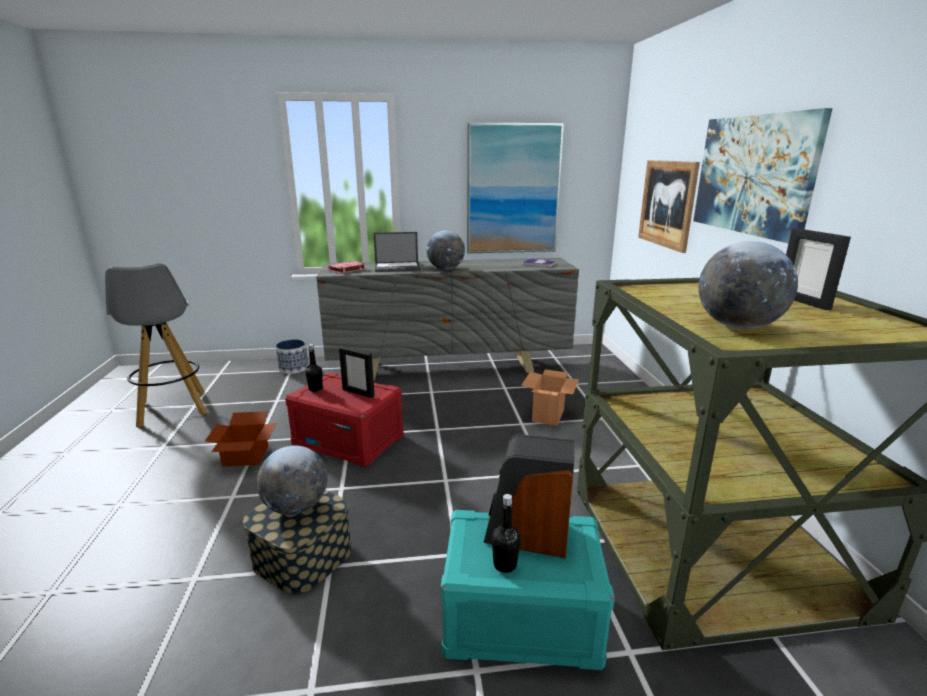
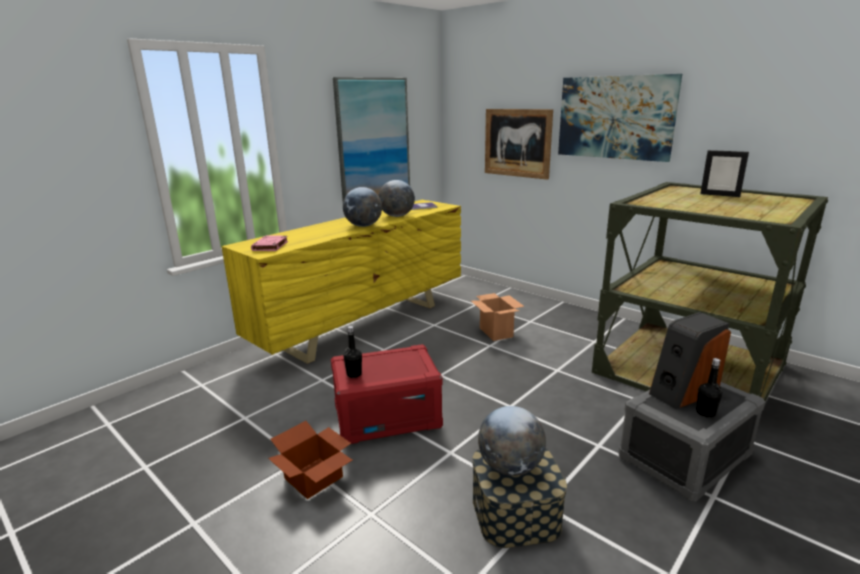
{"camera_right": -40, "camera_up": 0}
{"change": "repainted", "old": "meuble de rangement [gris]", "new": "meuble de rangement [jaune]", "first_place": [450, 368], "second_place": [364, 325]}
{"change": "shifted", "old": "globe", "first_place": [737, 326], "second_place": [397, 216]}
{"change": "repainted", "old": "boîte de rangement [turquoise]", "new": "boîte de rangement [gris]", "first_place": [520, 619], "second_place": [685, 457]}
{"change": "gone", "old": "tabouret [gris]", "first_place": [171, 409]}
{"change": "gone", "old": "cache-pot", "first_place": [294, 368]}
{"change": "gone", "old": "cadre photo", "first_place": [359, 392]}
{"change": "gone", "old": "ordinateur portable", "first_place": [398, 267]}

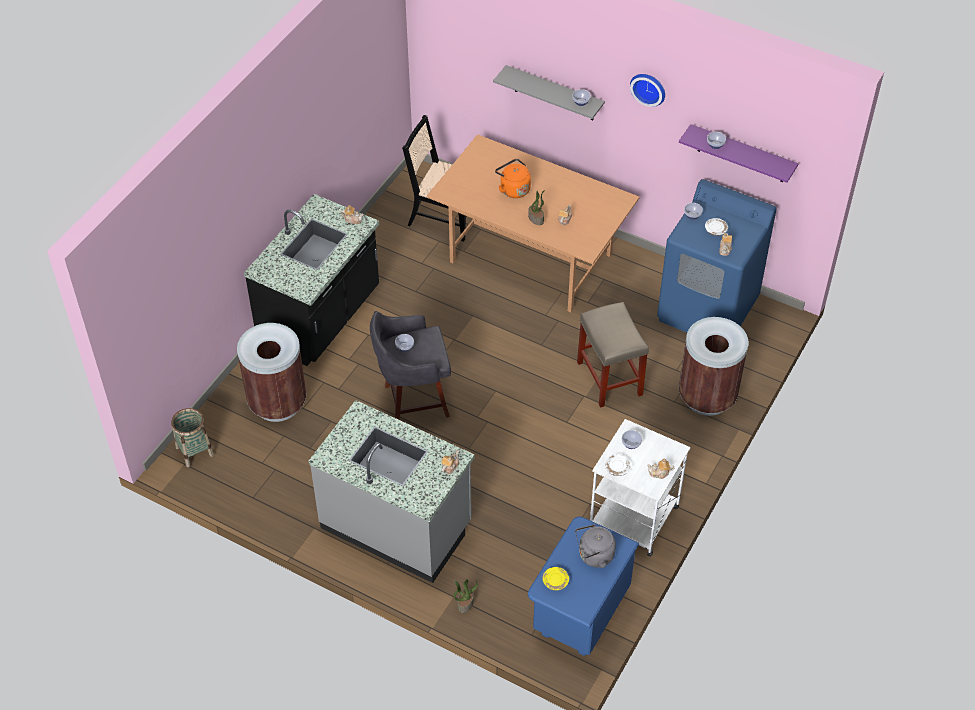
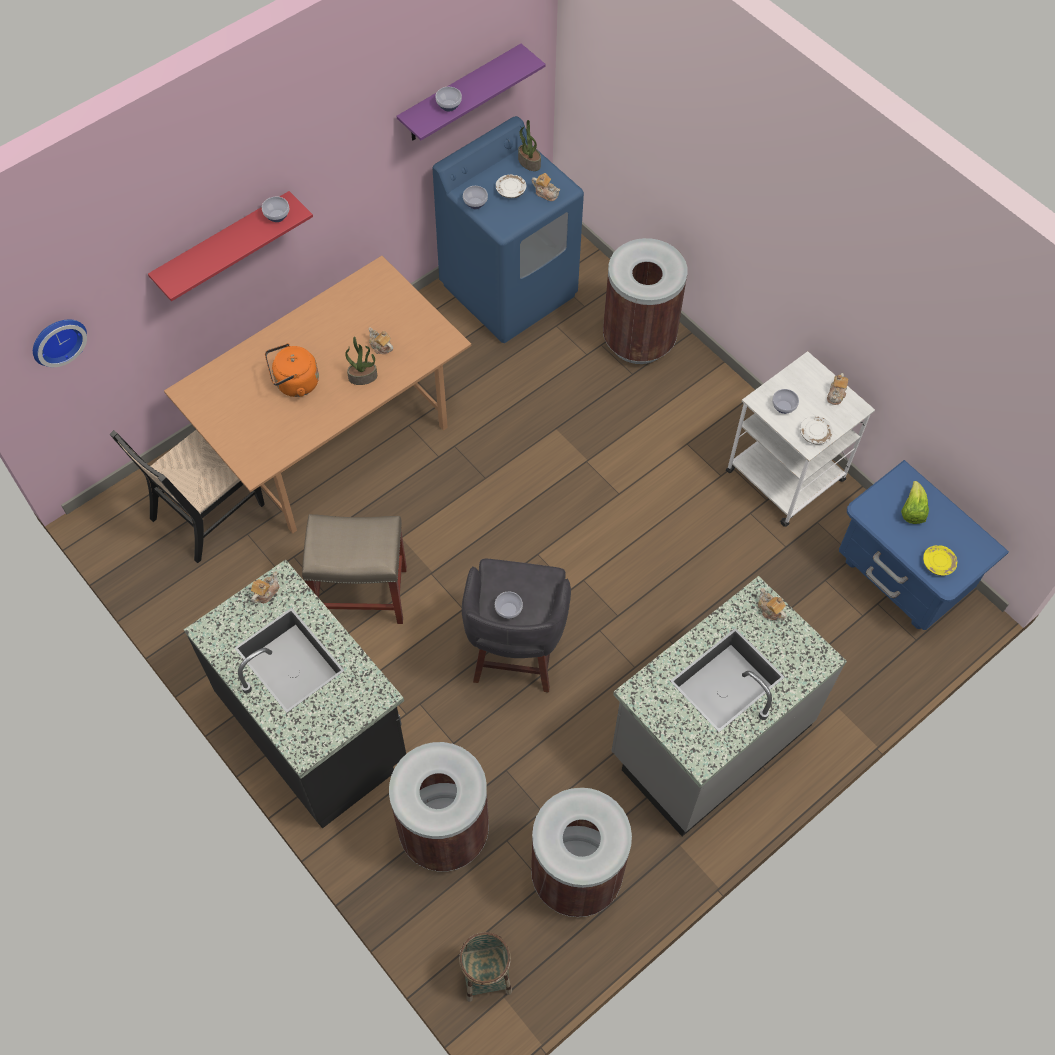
{"camera_right": -70, "camera_up": 10}
{"change": "shifted", "old": "horloge murale", "first_place": [649, 88], "second_place": [57, 339]}
{"change": "repainted", "old": "étagère [gris]", "new": "étagère [rouge]", "first_place": [554, 94], "second_place": [223, 246]}
{"change": "shifted", "old": "tabouret [beige]", "first_place": [610, 379], "second_place": [363, 594]}
{"change": "shifted", "old": "plante en pot", "first_place": [465, 603], "second_place": [528, 162]}
{"change": "new", "new": "poubelle [marron]", "second_place": [577, 876]}
{"change": "swapped", "old": "bouilloire [gris]", "new": "laitue", "first_place": [594, 556], "second_place": [912, 511]}

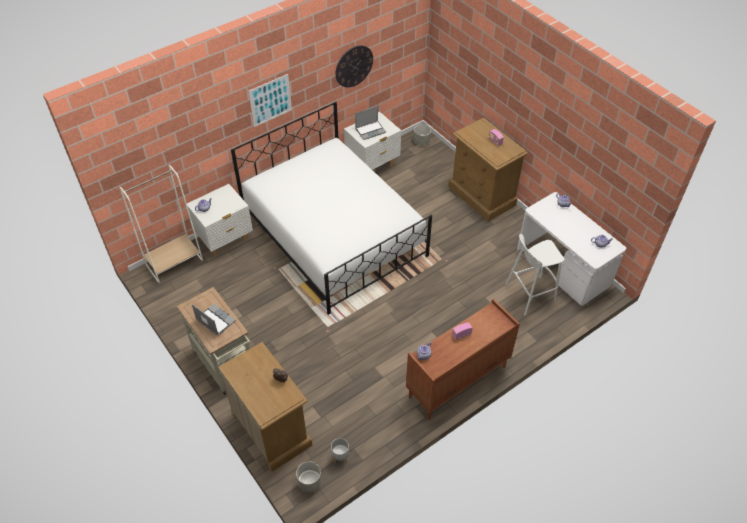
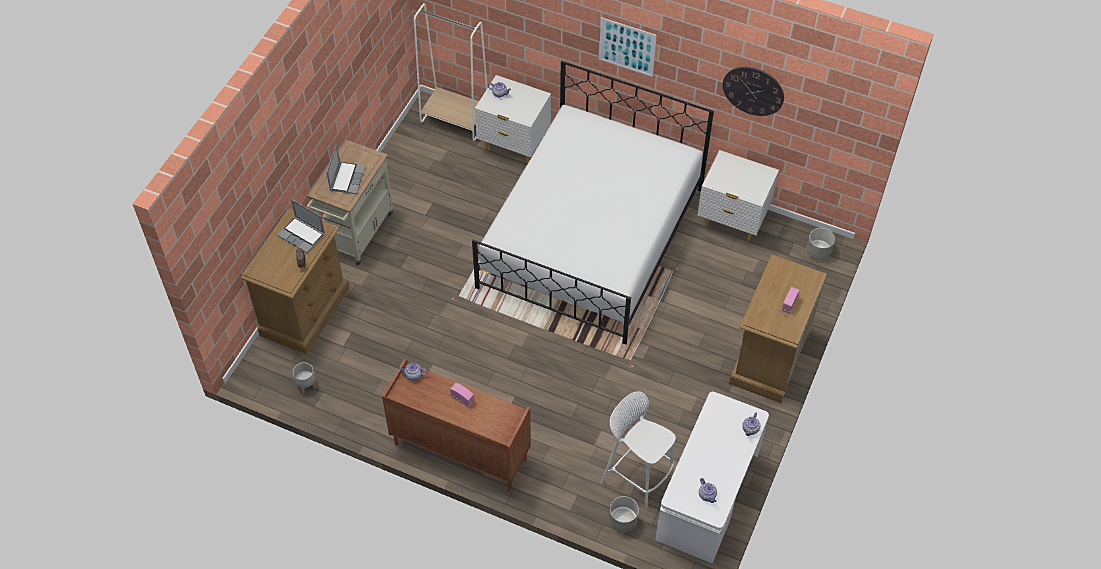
{"camera_right": 60, "camera_up": 5}
{"change": "shifted", "old": "ordinateur portable", "first_place": [370, 130], "second_place": [302, 235]}
{"change": "shifted", "old": "cache-pot [gris]", "first_place": [309, 482], "second_place": [622, 521]}

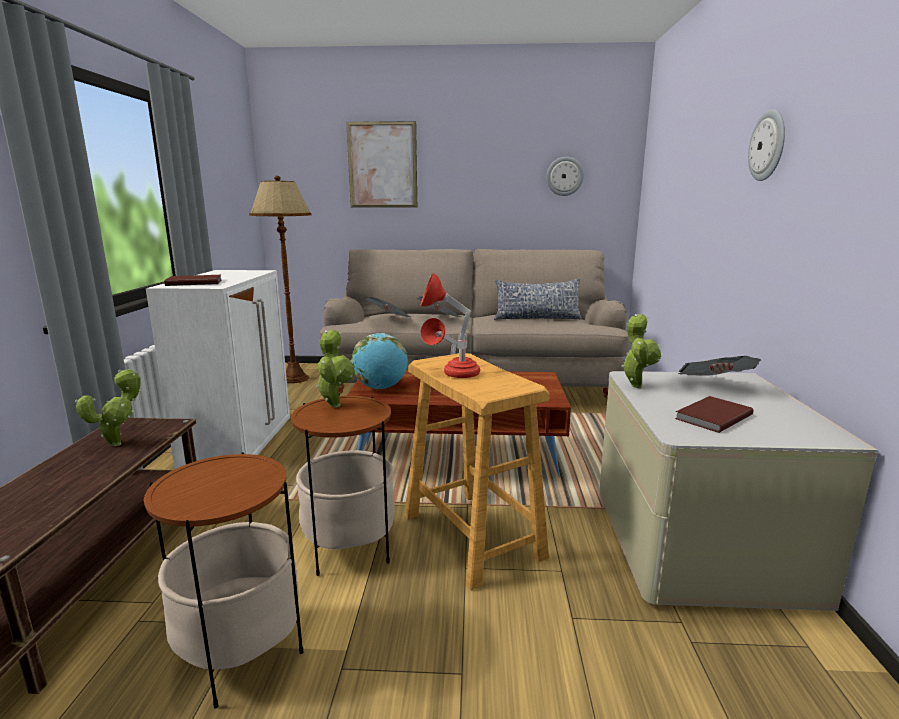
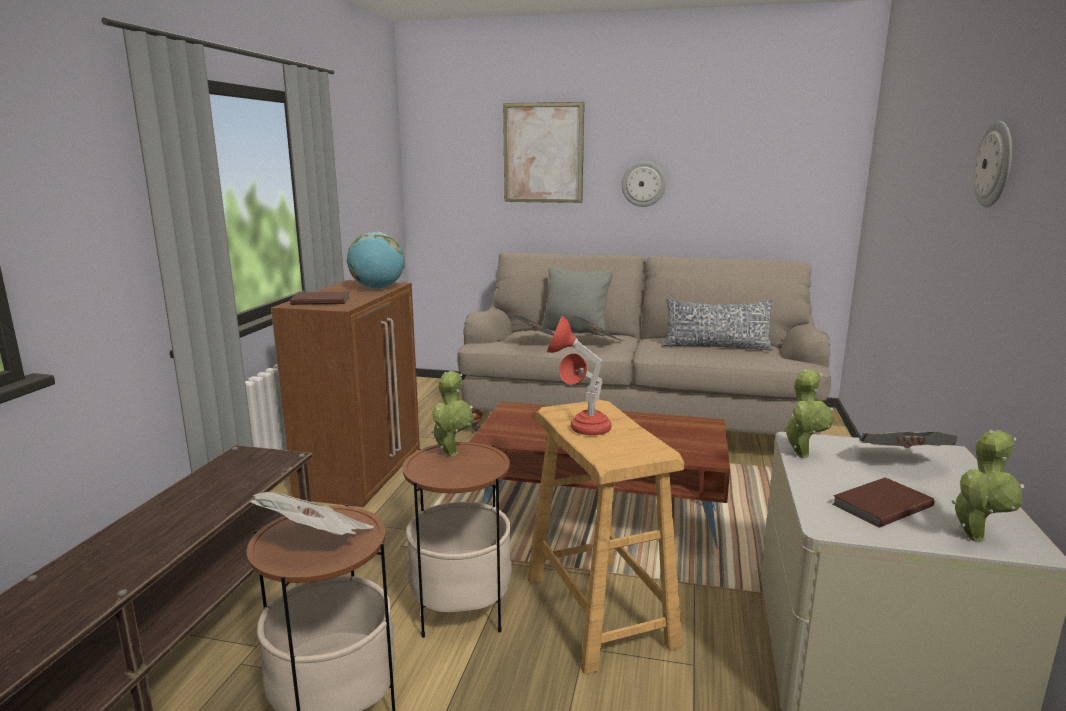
{"camera_right": 10, "camera_up": 0}
{"change": "new", "new": "journal", "second_place": [317, 540]}
{"change": "repainted", "old": "meuble de rangement [blanc]", "new": "meuble de rangement [marron]", "first_place": [238, 440], "second_place": [361, 470]}
{"change": "shifted", "old": "globe", "first_place": [381, 388], "second_place": [377, 288]}
{"change": "new", "new": "coussin [gris]", "second_place": [575, 331]}
{"change": "shifted", "old": "horloge murale", "first_place": [564, 176], "second_place": [643, 184]}
{"change": "shifted", "old": "plante en pot", "first_place": [119, 442], "second_place": [975, 536]}
{"change": "gone", "old": "lampadaire [marron]", "first_place": [295, 378]}

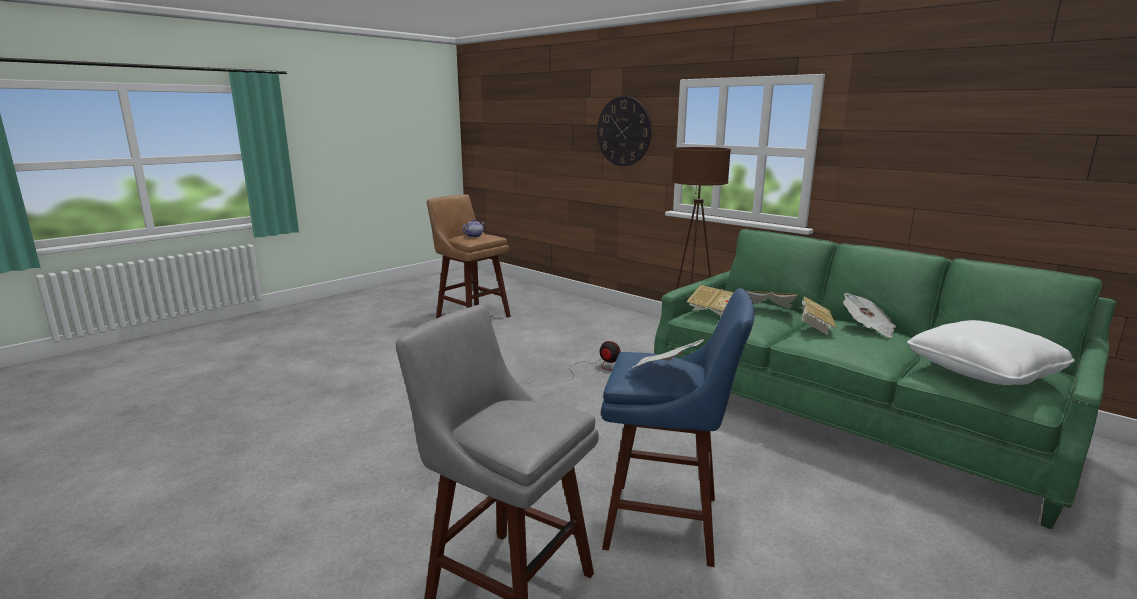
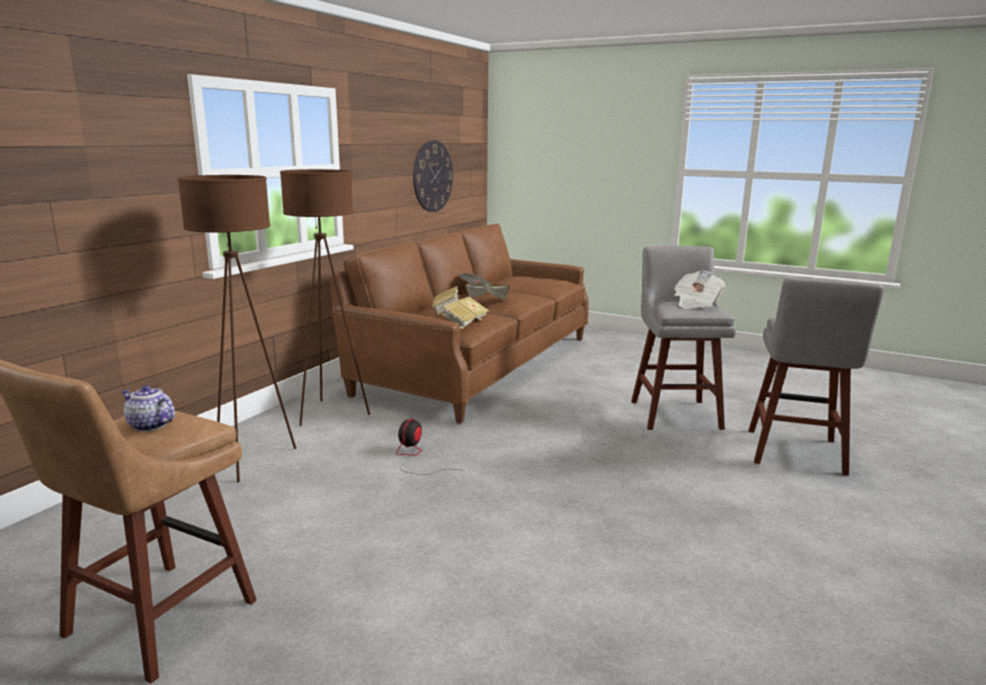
{"camera_right": -105, "camera_up": 0}
{"change": "new", "new": "lampadaire [marron]", "second_place": [252, 460]}
{"change": "repainted", "old": "canapé [vert]", "new": "canapé [marron]", "first_place": [847, 414], "second_place": [476, 363]}
{"change": "shifted", "old": "horloge murale", "first_place": [623, 131], "second_place": [433, 176]}
{"change": "repainted", "old": "tabouret [bleu]", "new": "tabouret [gris]", "first_place": [668, 523], "second_place": [674, 413]}
{"change": "gone", "old": "coussin [blanc]", "first_place": [983, 372]}

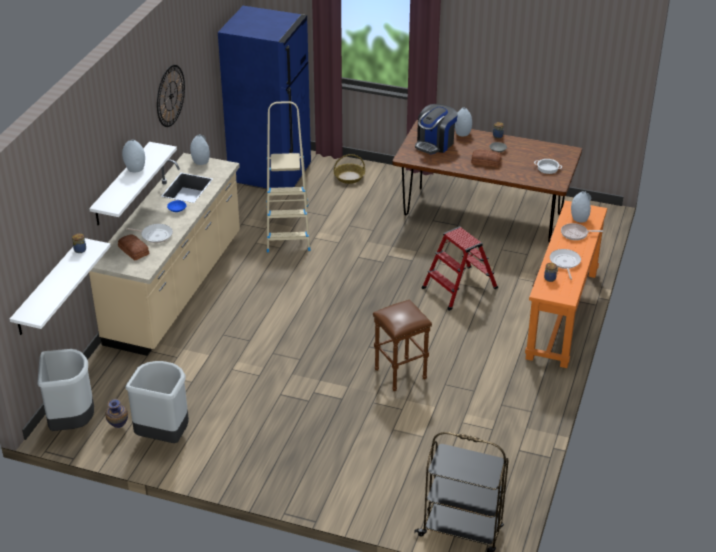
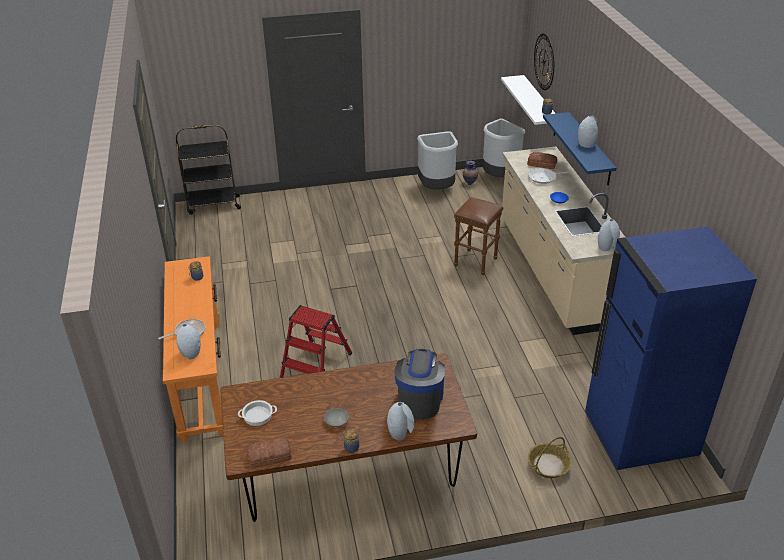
{"camera_right": 150, "camera_up": 0}
{"change": "shifted", "old": "pain", "first_place": [485, 161], "second_place": [270, 457]}
{"change": "shifted", "old": "tabouret [marron]", "first_place": [400, 374], "second_place": [475, 261]}
{"change": "shifted", "old": "horloge murale", "first_place": [170, 96], "second_place": [544, 62]}
{"change": "repainted", "old": "étagère [blanc]", "new": "étagère [bleu]", "first_place": [121, 184], "second_place": [589, 149]}
{"change": "gone", "old": "escabeau [beige]", "first_place": [288, 228]}
{"change": "gone", "old": "poêle", "first_place": [565, 263]}

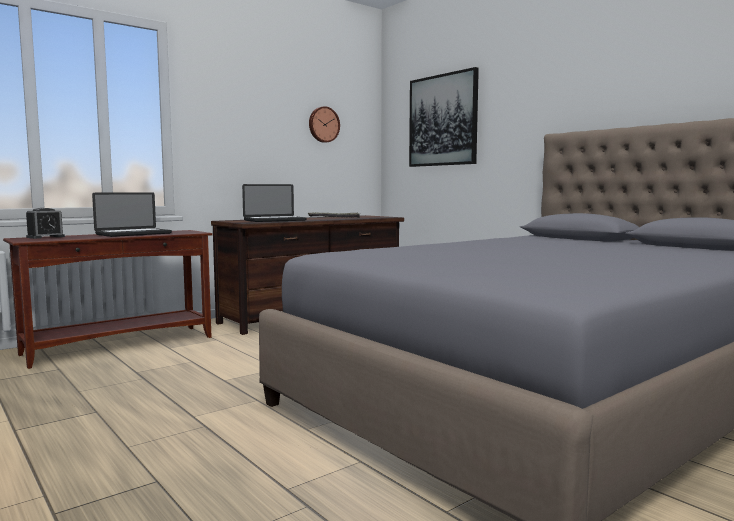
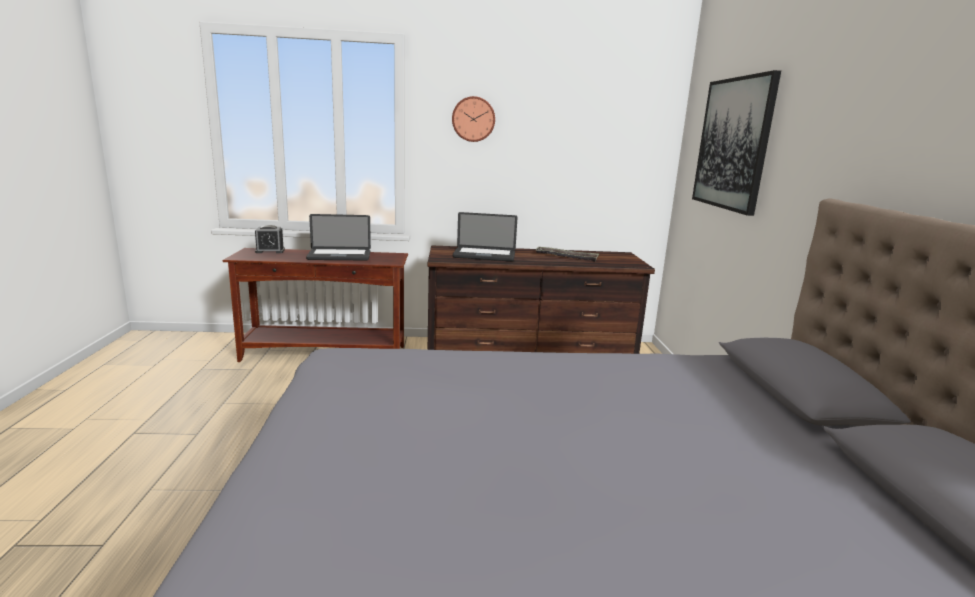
{"camera_right": 35, "camera_up": 10}
{"change": "shifted", "old": "horloge murale", "first_place": [323, 124], "second_place": [473, 119]}

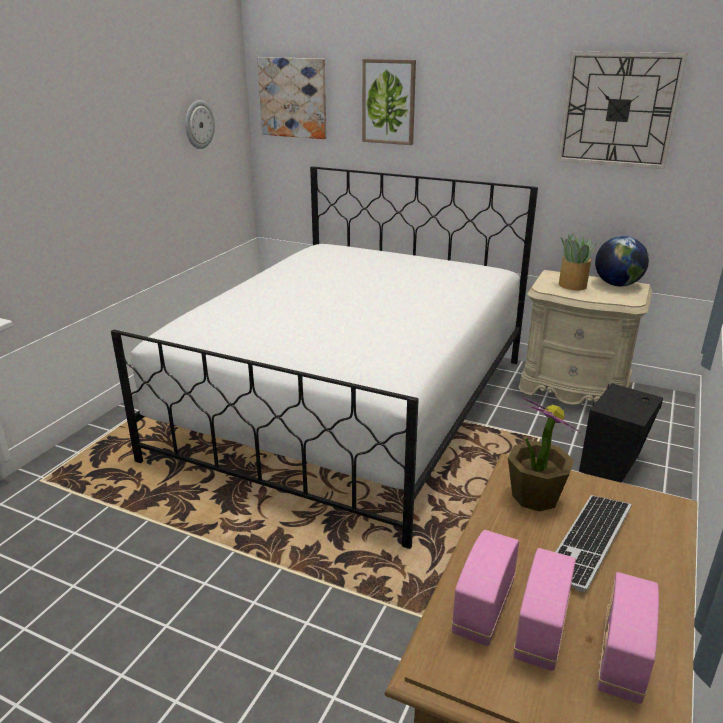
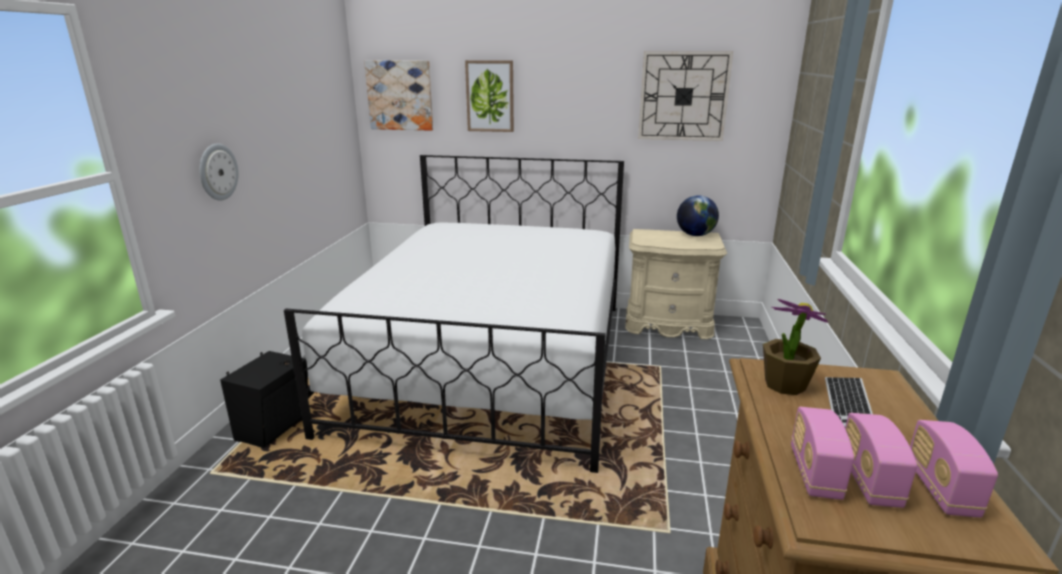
{"camera_right": -15, "camera_up": -5}
{"change": "shifted", "old": "horloge murale", "first_place": [198, 124], "second_place": [217, 172]}
{"change": "shifted", "old": "enceinte [noir]", "first_place": [613, 463], "second_place": [276, 427]}
{"change": "gone", "old": "plante en pot", "first_place": [572, 285]}

